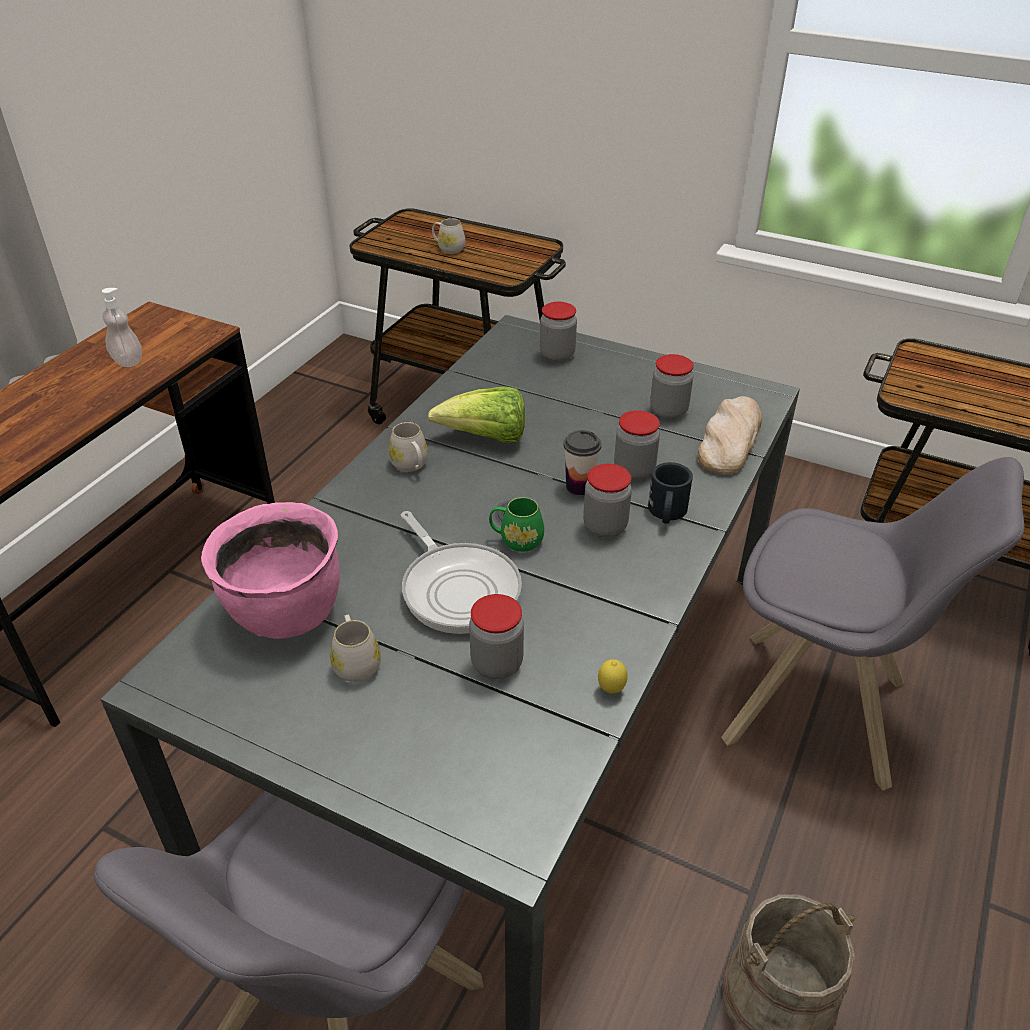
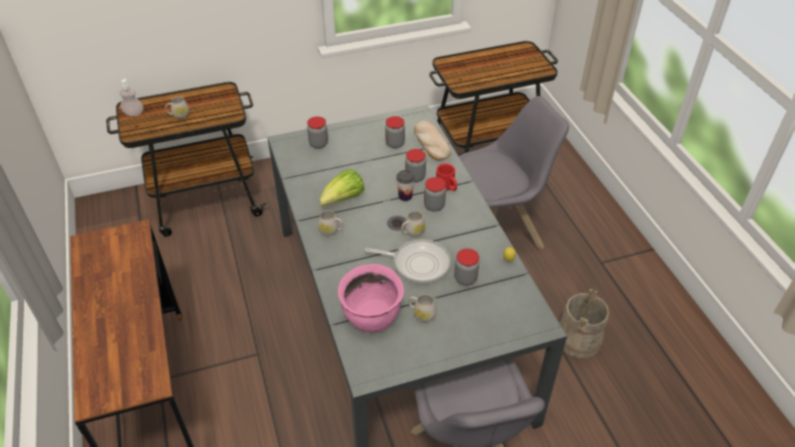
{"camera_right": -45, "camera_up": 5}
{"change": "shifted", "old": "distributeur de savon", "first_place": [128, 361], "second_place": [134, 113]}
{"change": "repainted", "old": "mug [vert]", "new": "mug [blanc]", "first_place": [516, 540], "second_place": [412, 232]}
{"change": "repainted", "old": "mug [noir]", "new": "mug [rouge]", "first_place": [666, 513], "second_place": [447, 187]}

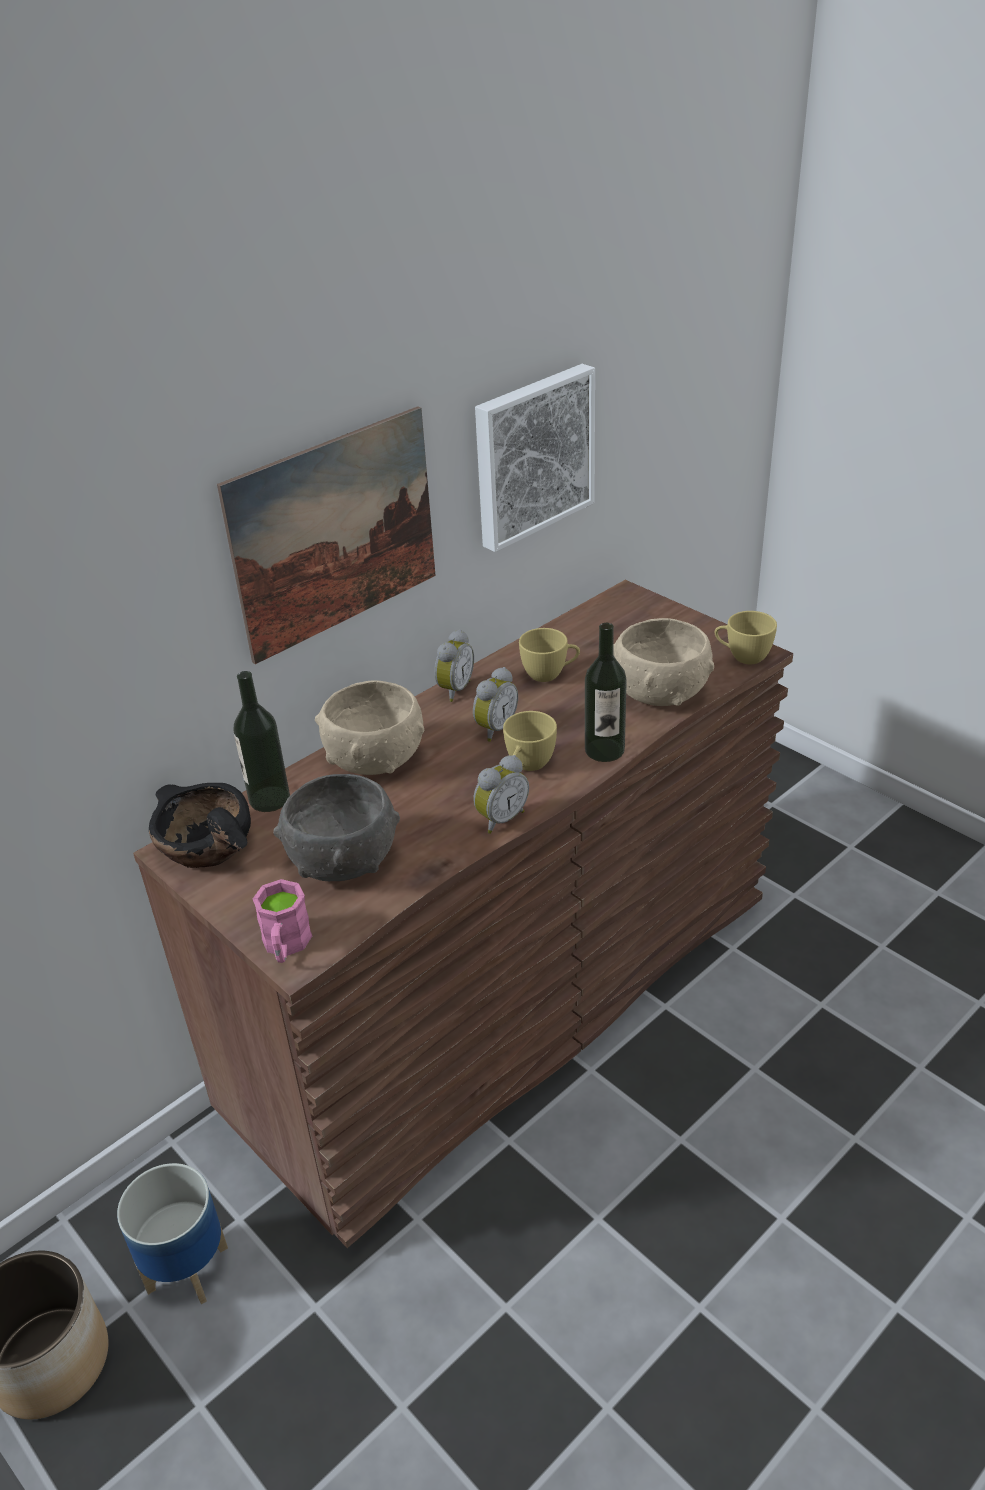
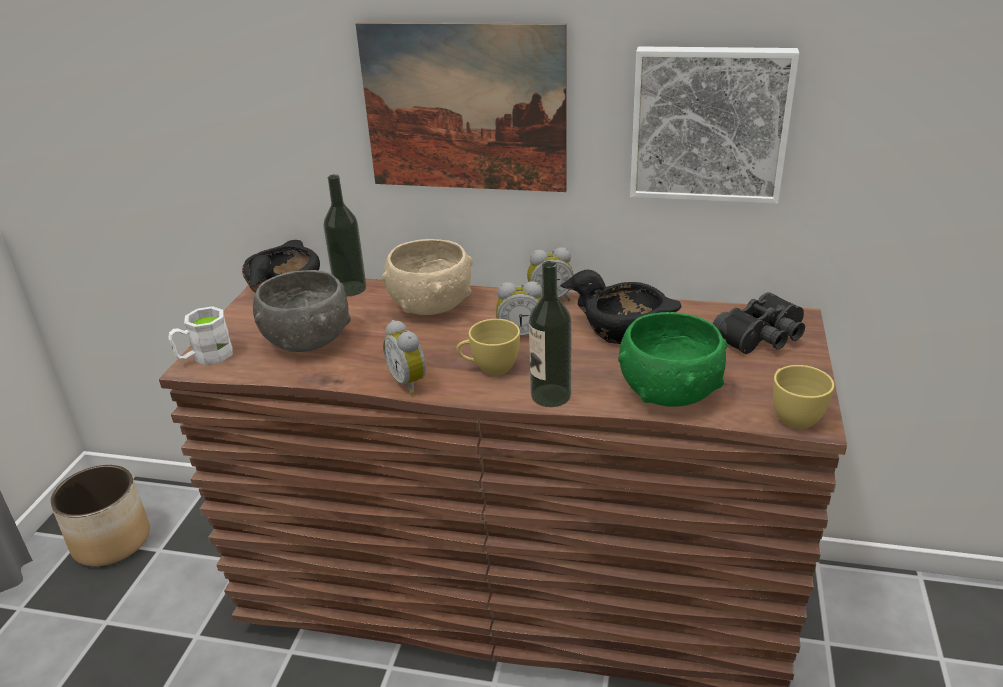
{"camera_right": 55, "camera_up": -5}
{"change": "repainted", "old": "mug [rose]", "new": "mug [blanc]", "first_place": [286, 946], "second_place": [205, 357]}
{"change": "rotated", "old": "réveil", "first_place": [500, 818], "second_place": [410, 382], "degrees": 45}
{"change": "swapped", "old": "tasse [jaune]", "new": "bol [noir]", "first_place": [550, 674], "second_place": [624, 330]}
{"change": "repainted", "old": "bol [beige]", "new": "bol [vert]", "first_place": [661, 693], "second_place": [669, 392]}
{"change": "new", "new": "jumelles [noir]", "second_place": [763, 338]}
{"change": "gone", "old": "cache-pot", "first_place": [187, 1270]}

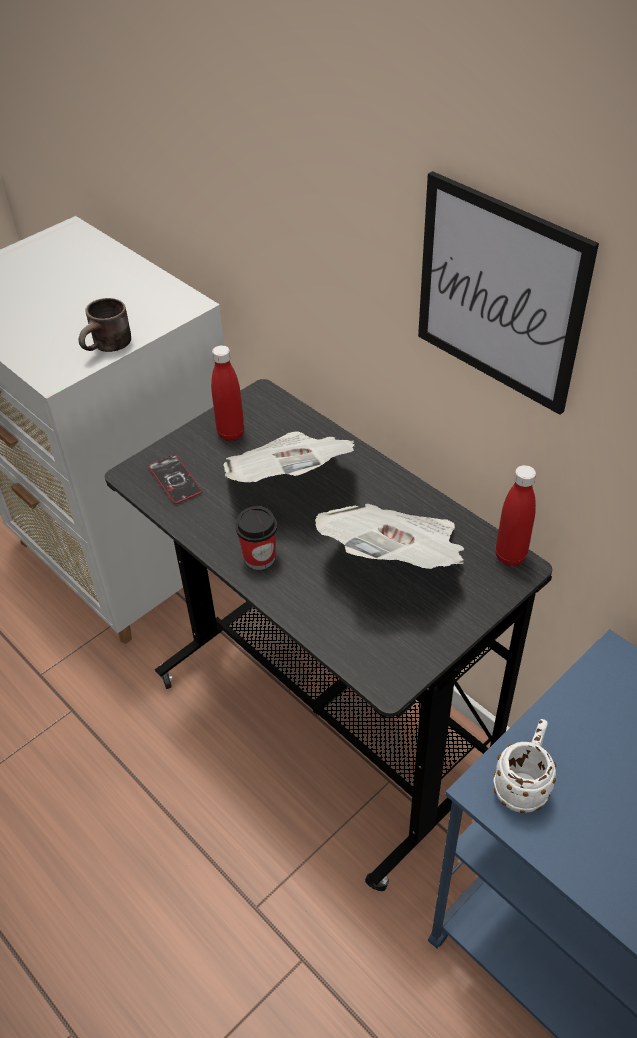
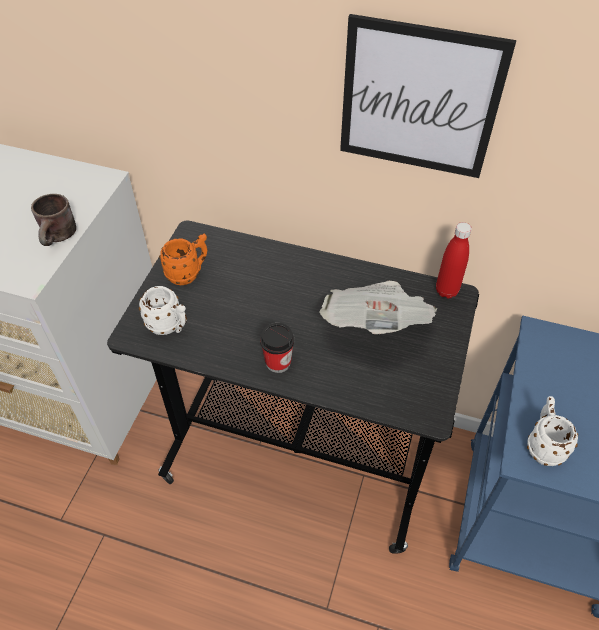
{"camera_right": -30, "camera_up": 5}
{"change": "swapped", "old": "téléphone", "new": "mug [blanc]", "first_place": [175, 480], "second_place": [169, 326]}
{"change": "swapped", "old": "bouteille [rouge]", "new": "mug [orange]", "first_place": [231, 434], "second_place": [188, 273]}
{"change": "gone", "old": "journal", "first_place": [289, 481]}

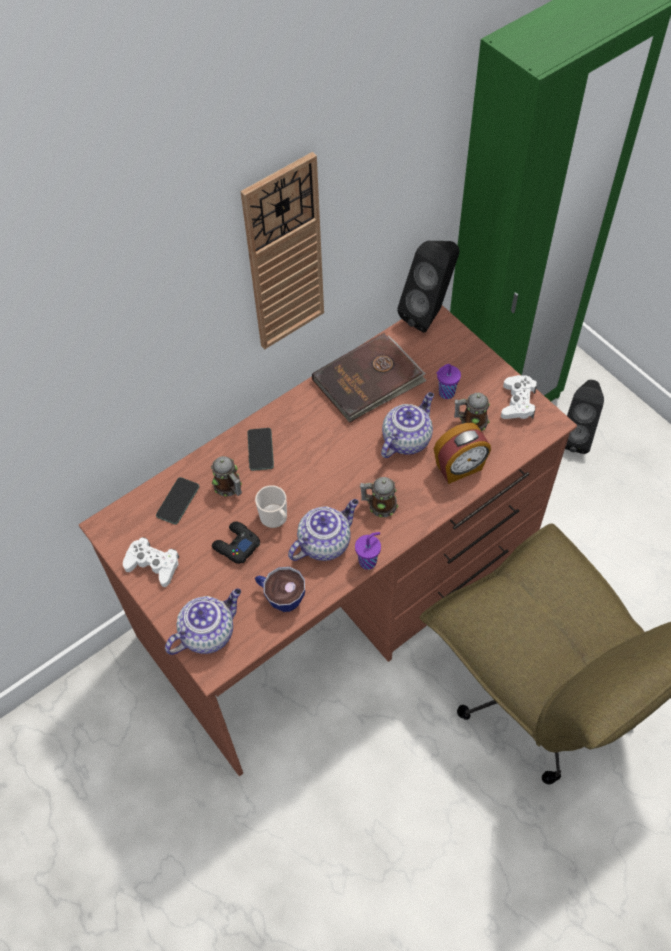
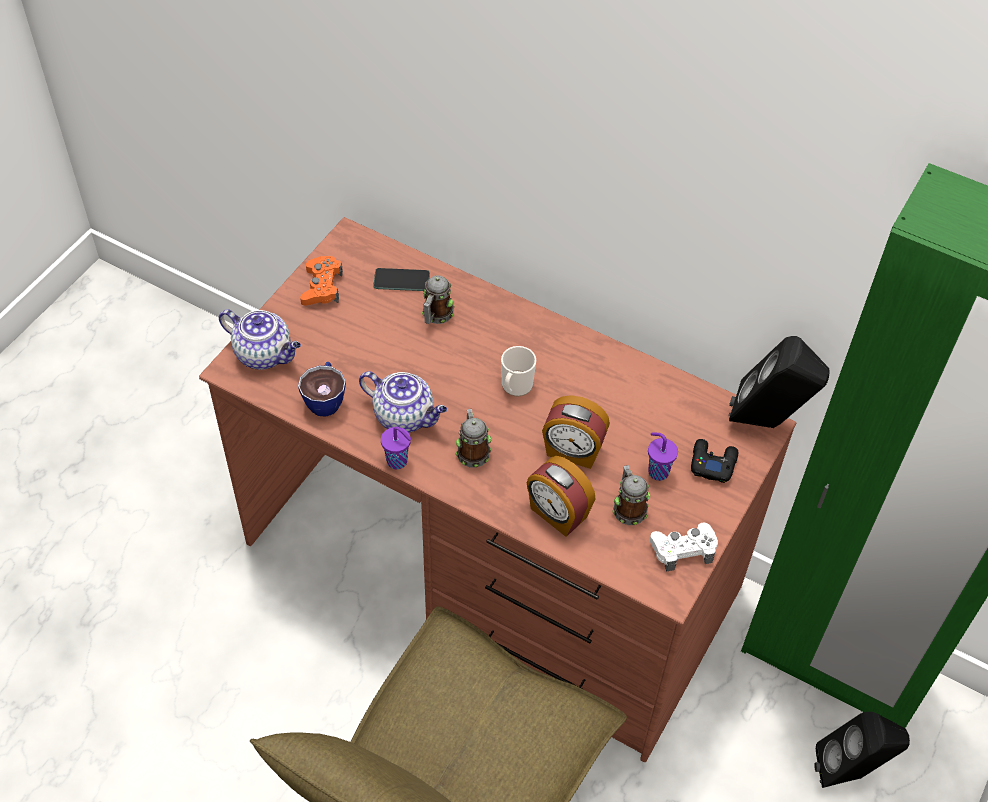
{"camera_right": 65, "camera_up": -5}
{"change": "repainted", "old": "manette [blanc]", "new": "manette [orange]", "first_place": [153, 564], "second_place": [322, 287]}
{"change": "shifted", "old": "mug", "first_place": [275, 518], "second_place": [515, 387]}
{"change": "swapped", "old": "théière", "new": "réveil", "first_place": [406, 439], "second_place": [572, 451]}
{"change": "shifted", "old": "manette [noir]", "first_place": [236, 545], "second_place": [712, 463]}
{"change": "gone", "old": "horloge murale", "first_place": [284, 256]}
{"change": "gone", "old": "téléphone", "first_place": [260, 449]}
{"change": "gone", "old": "livre [marron]", "first_place": [369, 380]}

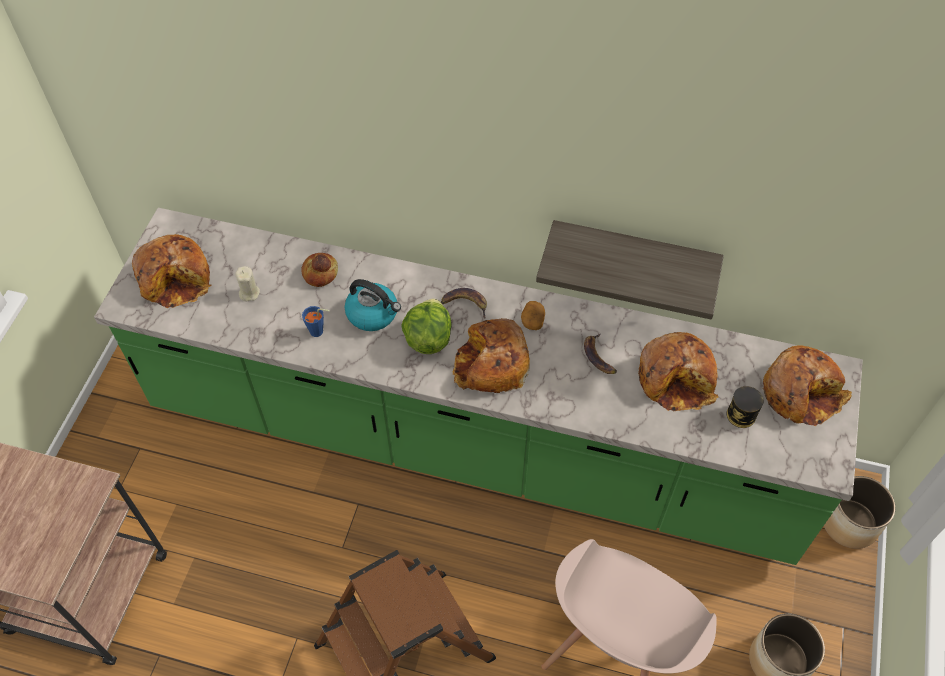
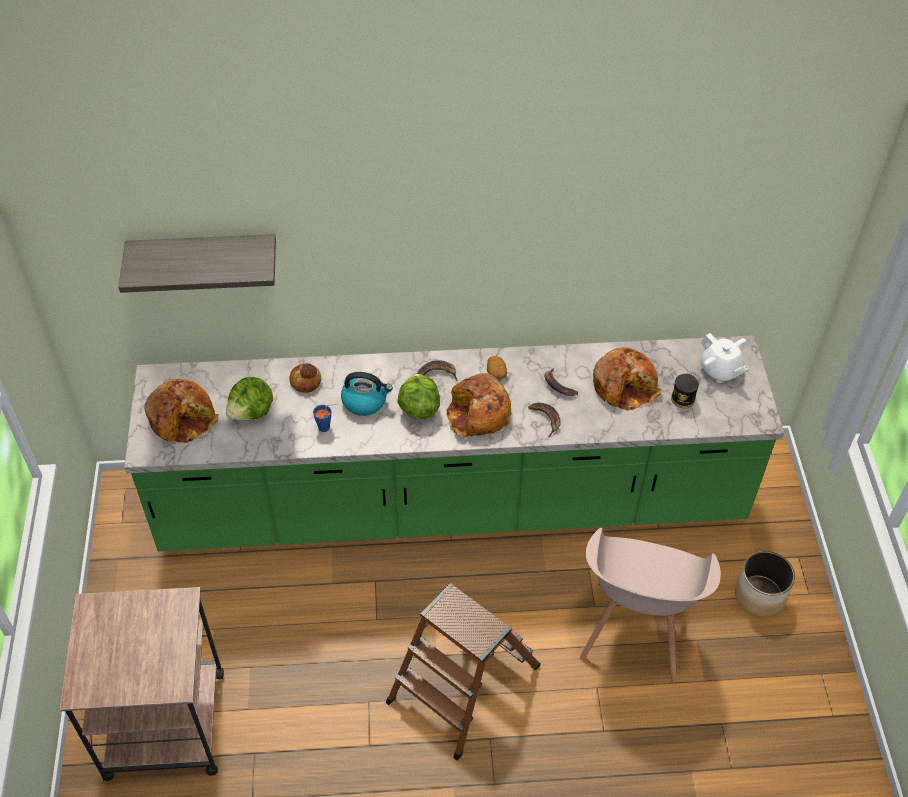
{"camera_right": -20, "camera_up": -5}
{"change": "shifted", "old": "étagère", "first_place": [633, 257], "second_place": [204, 257]}
{"change": "swapped", "old": "bougie [beige]", "new": "laitue", "first_place": [249, 293], "second_place": [252, 412]}
{"change": "new", "new": "banane", "second_place": [546, 419]}
{"change": "swapped", "old": "pain", "new": "théière [blanc]", "first_place": [801, 392], "second_place": [720, 370]}
{"change": "gone", "old": "cache-pot", "first_place": [850, 523]}

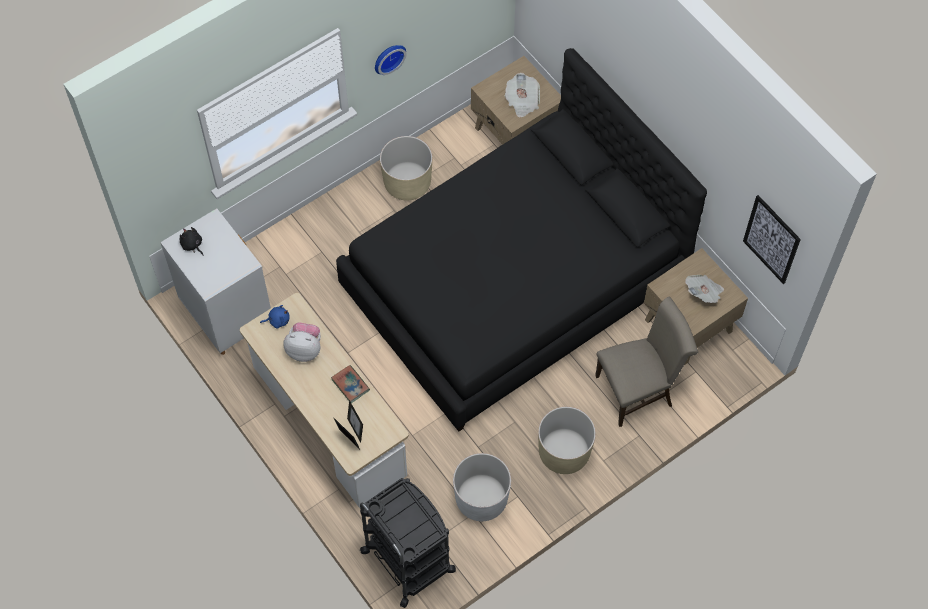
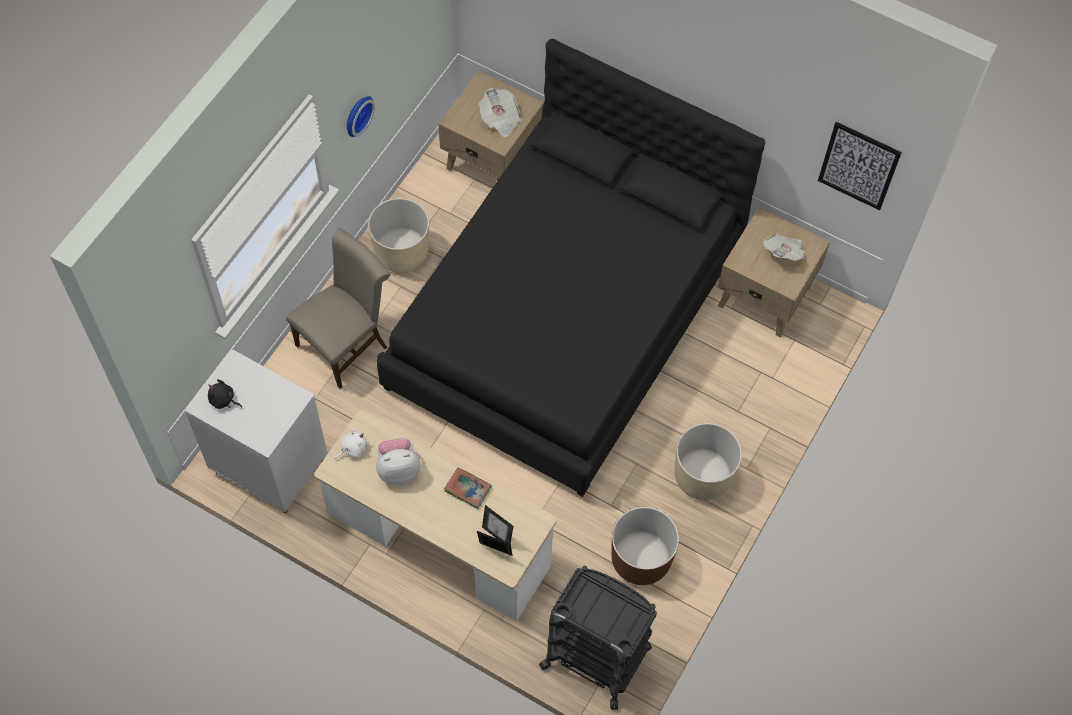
{"camera_right": -25, "camera_up": 0}
{"change": "shifted", "old": "chaise [beige]", "first_place": [638, 389], "second_place": [346, 343]}
{"change": "repainted", "old": "peluche [bleu]", "new": "peluche [blanc]", "first_place": [277, 320], "second_place": [352, 448]}
{"change": "repainted", "old": "cache-pot [blanc]", "new": "cache-pot [marron]", "first_place": [481, 499], "second_place": [641, 559]}

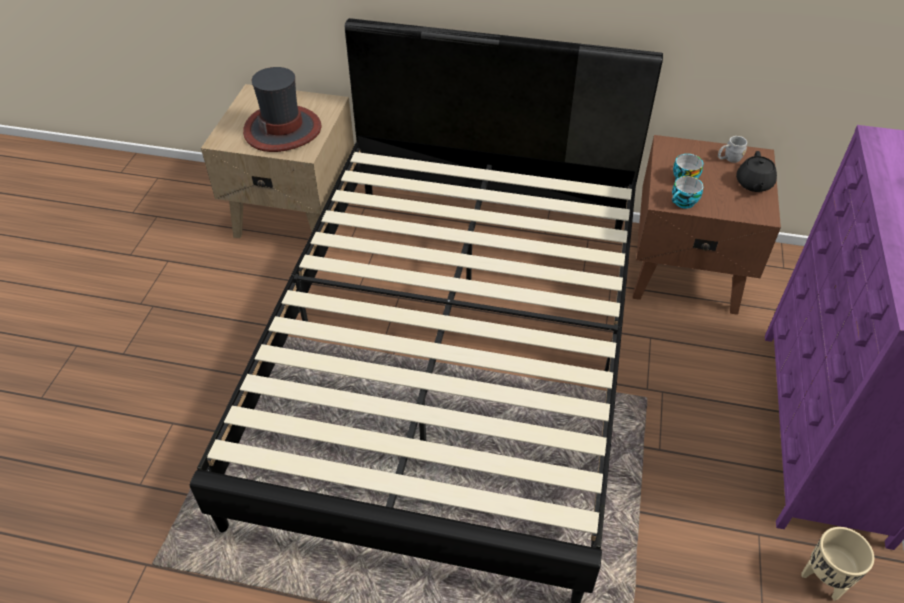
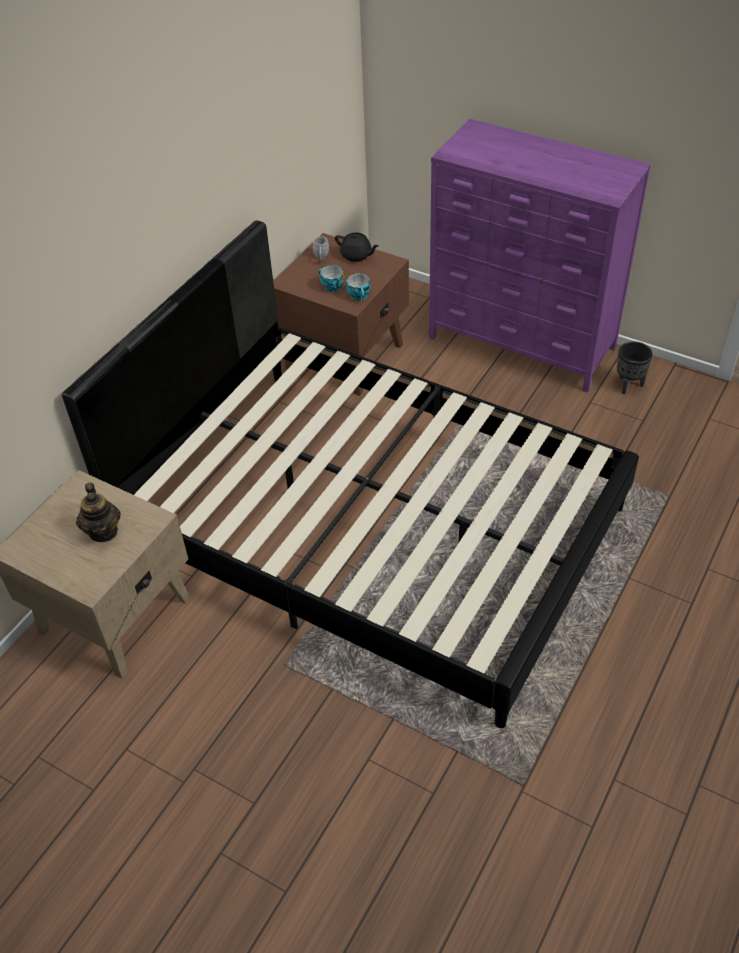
{"camera_right": -70, "camera_up": 0}
{"change": "swapped", "old": "chapeau", "new": "théière", "first_place": [283, 129], "second_place": [103, 531]}
{"change": "repainted", "old": "cache-pot [beige]", "new": "cache-pot [noir]", "first_place": [823, 580], "second_place": [629, 385]}

